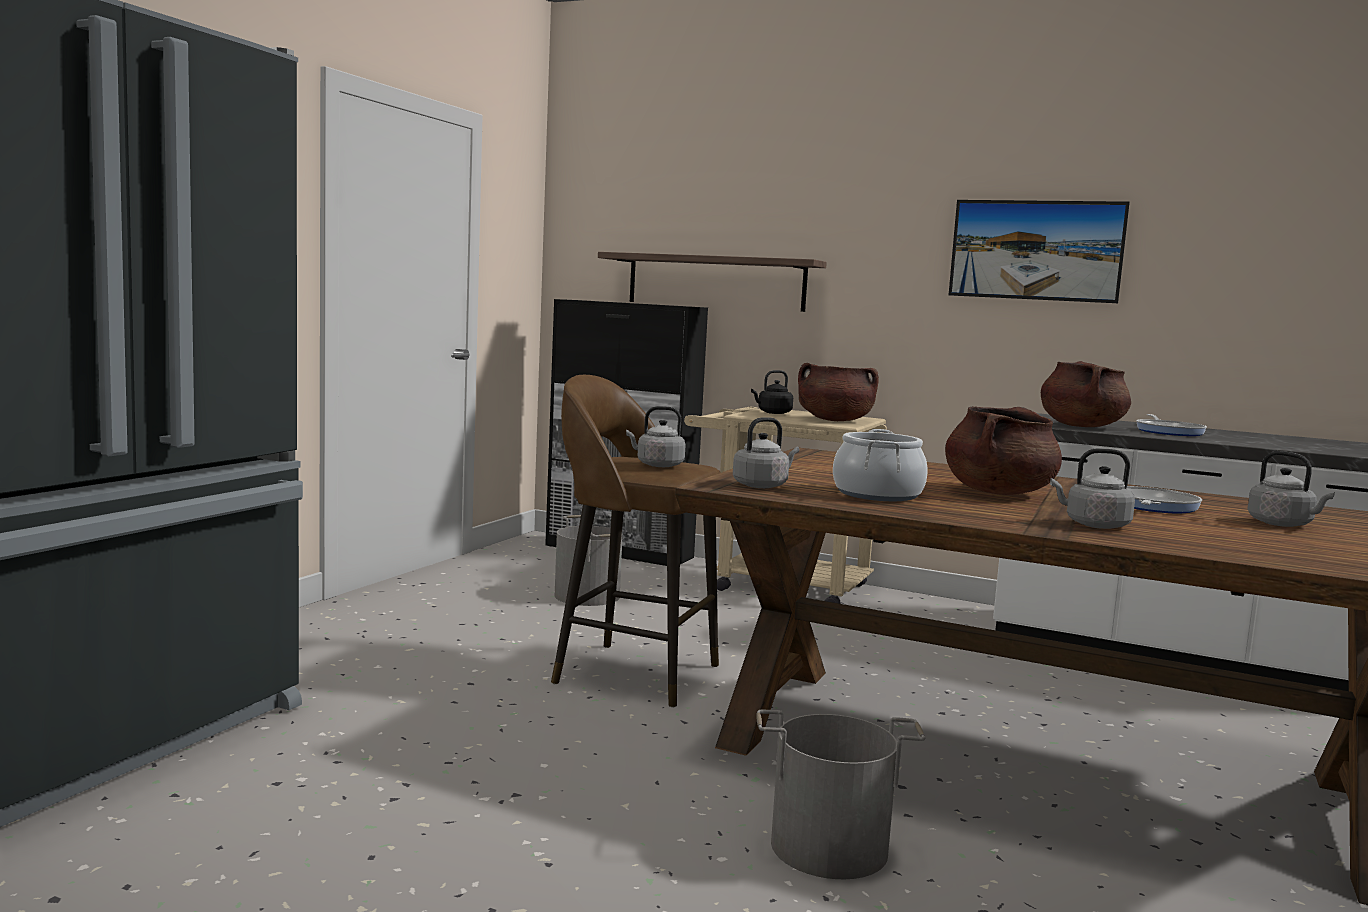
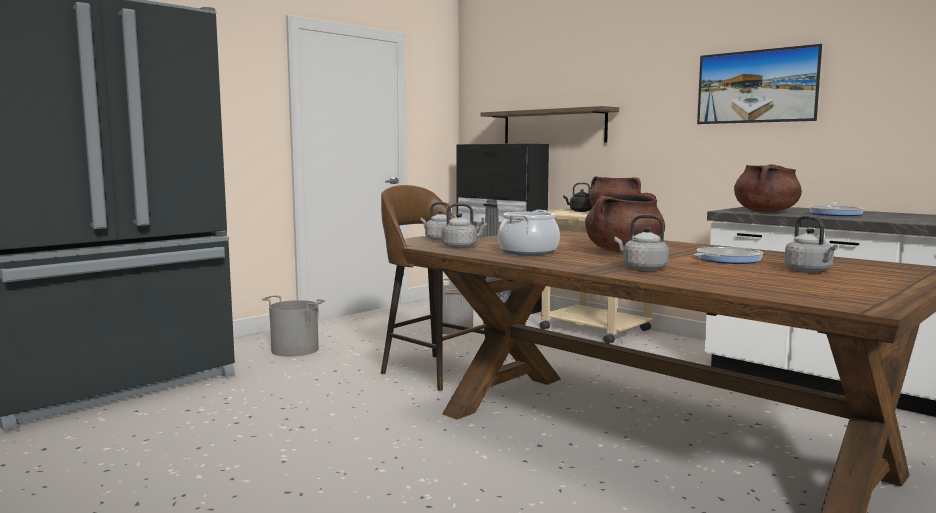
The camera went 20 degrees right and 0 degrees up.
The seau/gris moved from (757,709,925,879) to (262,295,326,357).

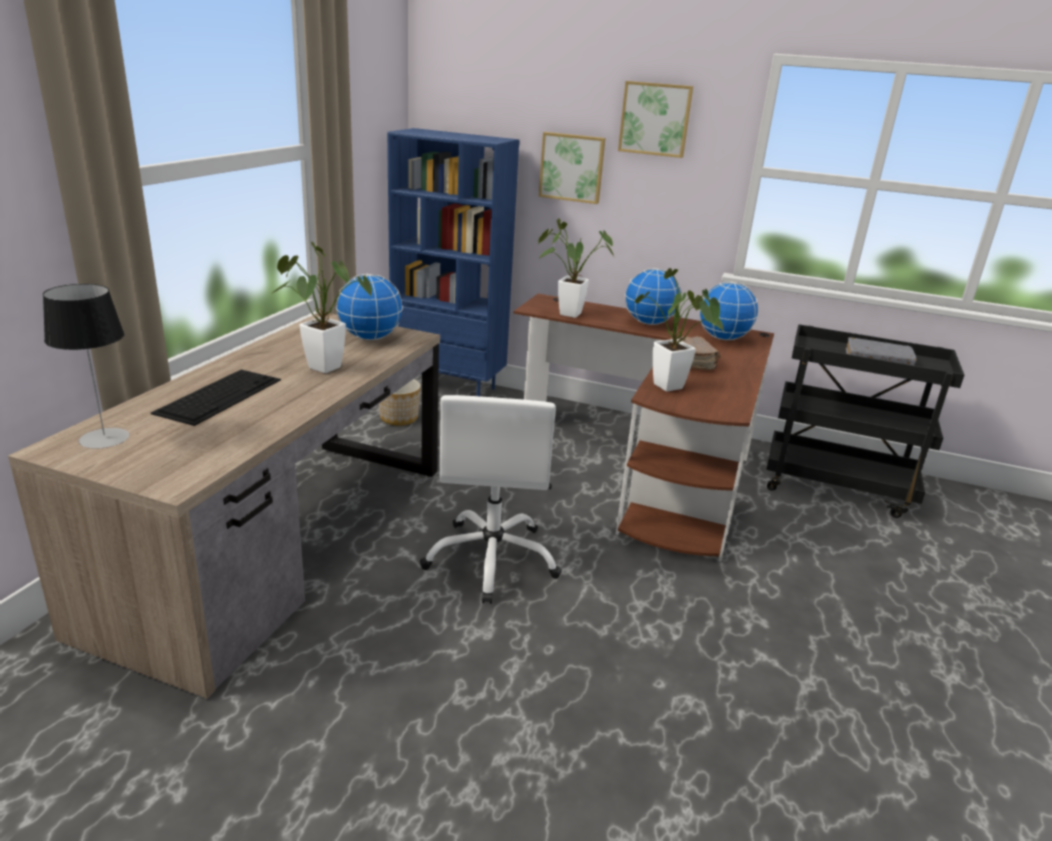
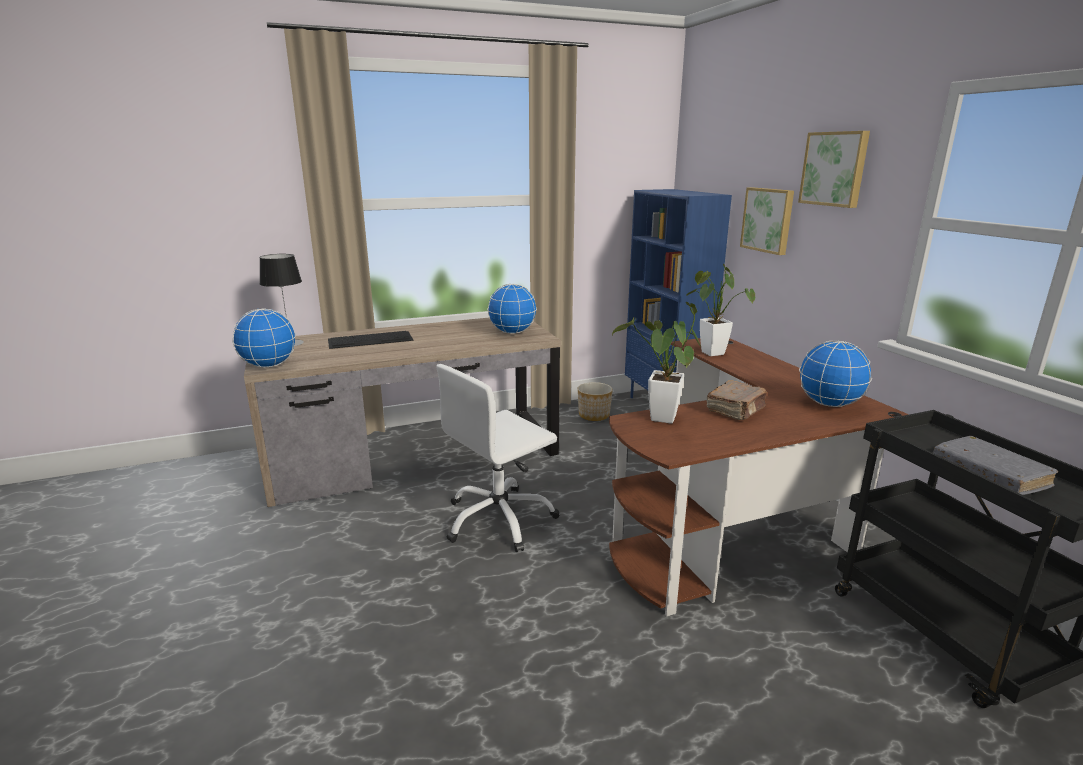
The camera went 50 degrees right and 5 degrees down.
The plante en pot at (272,242,372,373) disappeared.
The globe moved from (625,268,681,325) to (232,308,296,368).

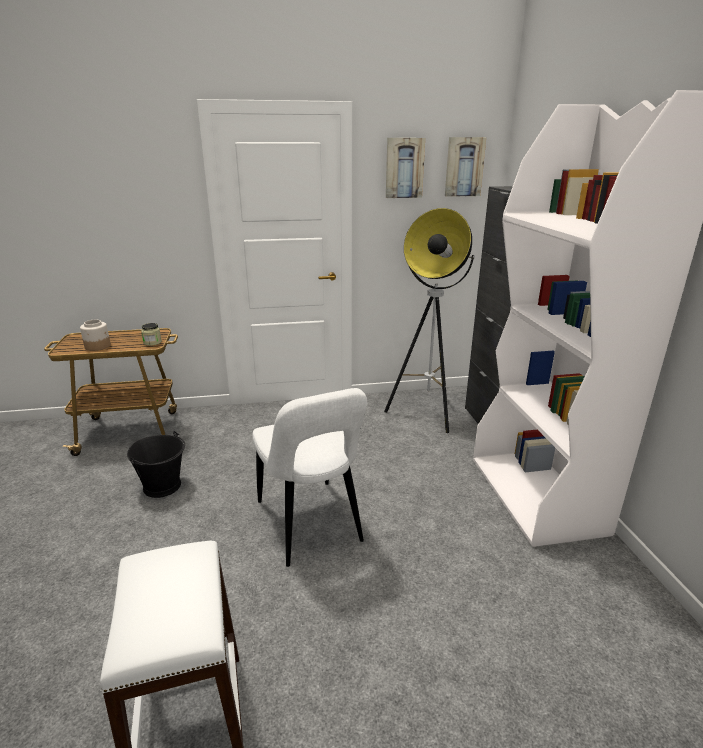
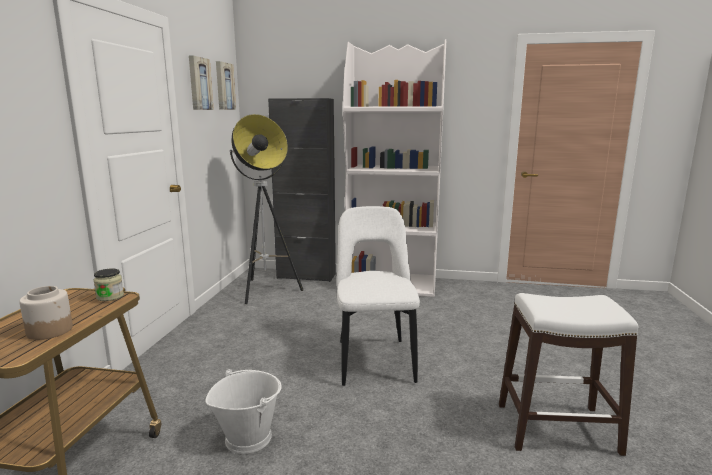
The camera went 70 degrees left and 10 degrees down.
The chaise/blanc at (252,388,367,567) turned 90 degrees counterclockwise.
The seau/noir at (127,431,185,498) became the seau/blanc at (205,369,281,454).

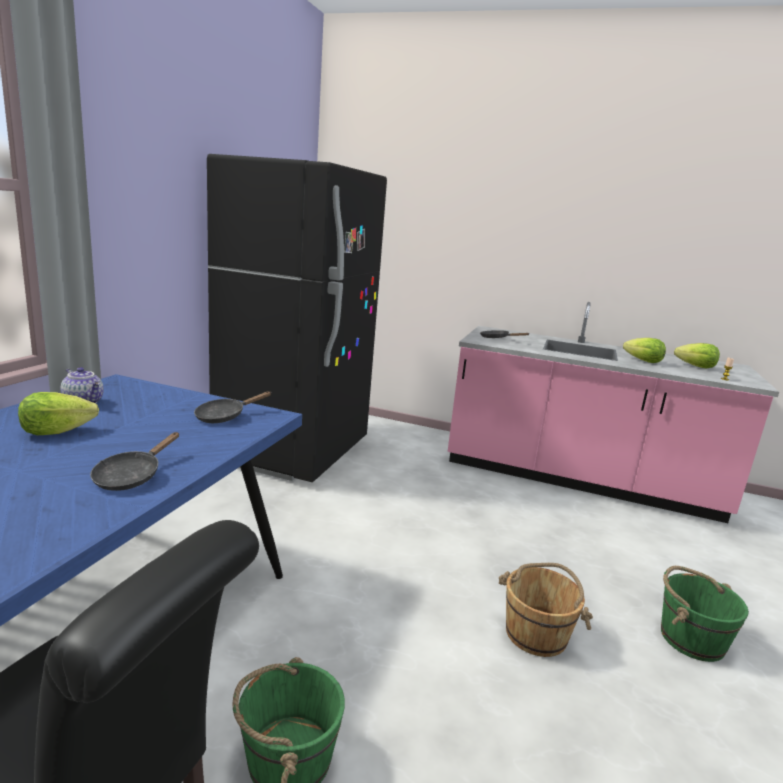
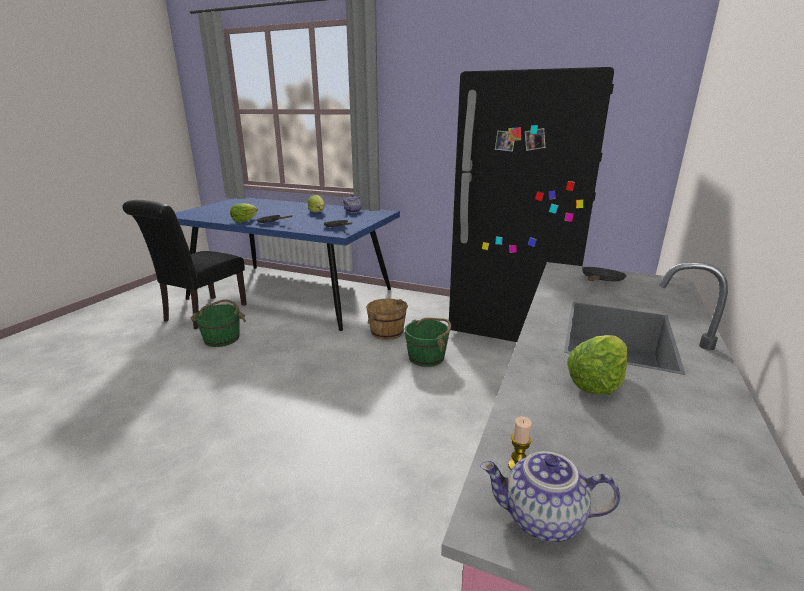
The camera went 95 degrees right and 5 degrees up.
The laitue moved from (674,343,720,368) to (230,203,258,223).
The seau/marron moved from (498,563,593,657) to (367,299,408,340).
The seau/vert moved from (661,566,749,662) to (404,318,451,367).
The théière at (480,451,620,542) appeared.

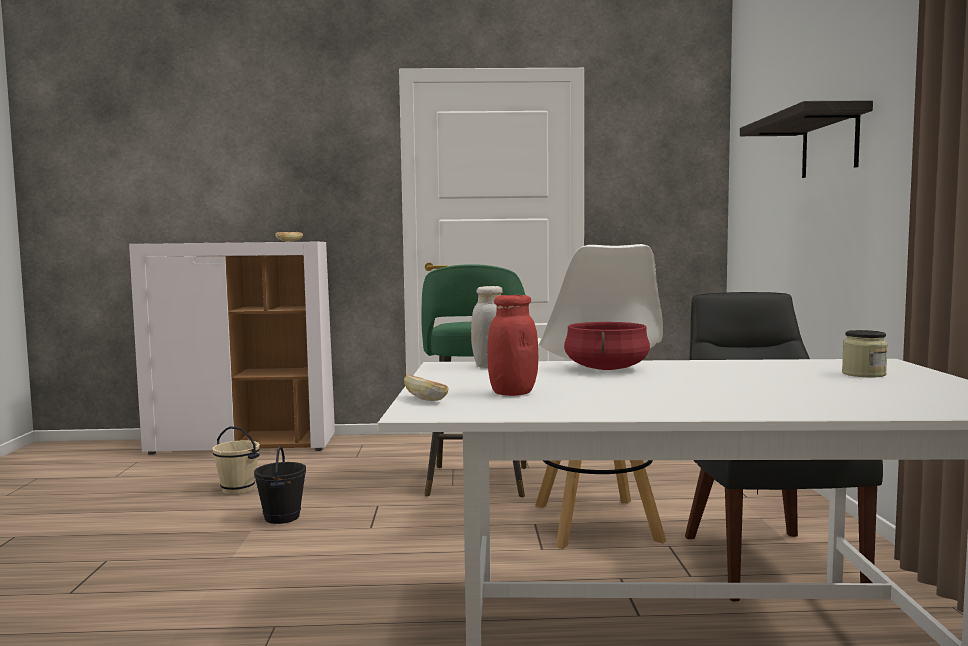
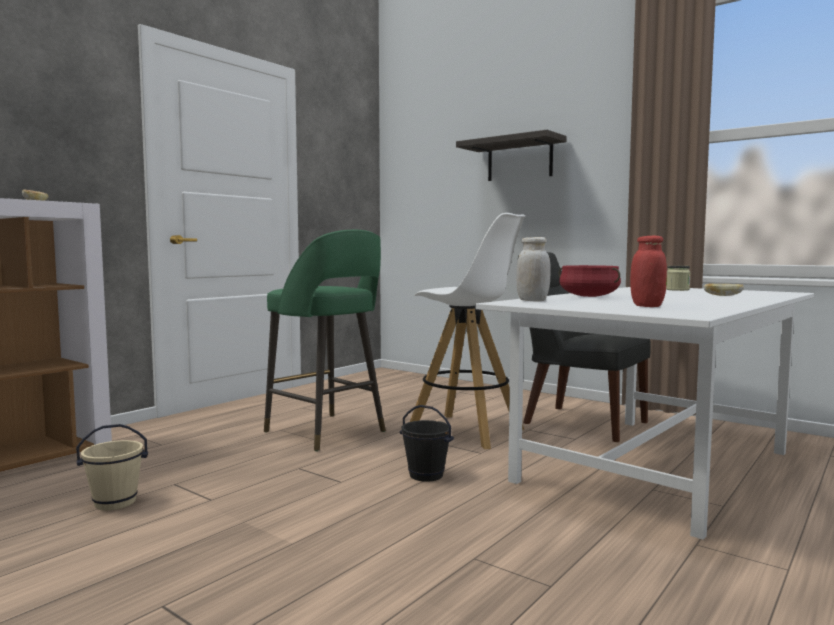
The camera went 50 degrees left and 0 degrees up.
The pain moved from (404,375,449,401) to (703,283,744,296).
The seau/noir moved from (254,446,306,524) to (400,405,454,482).

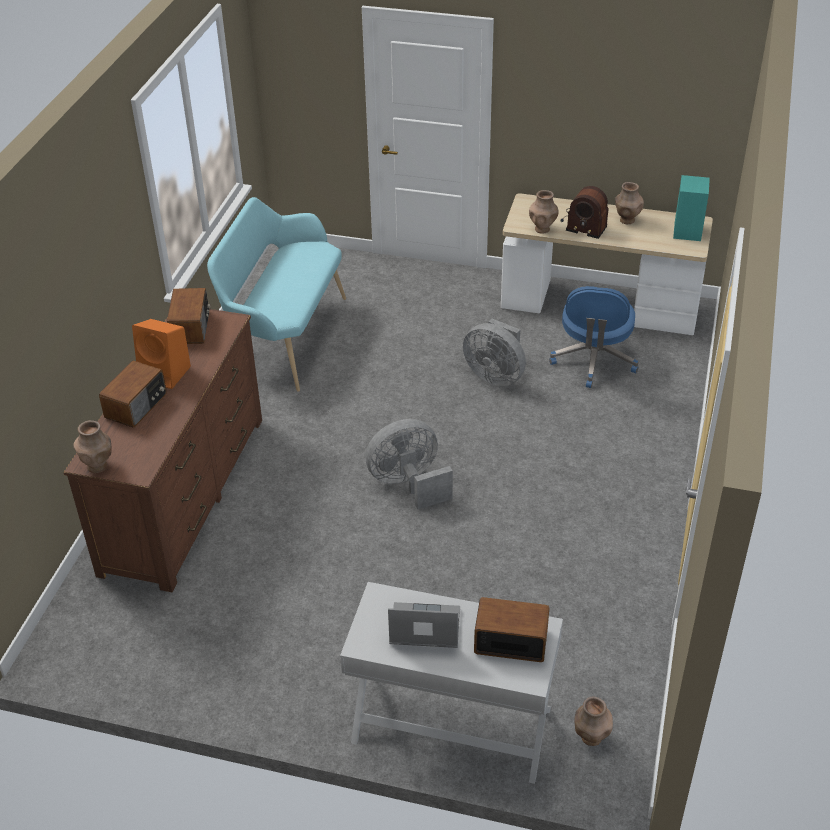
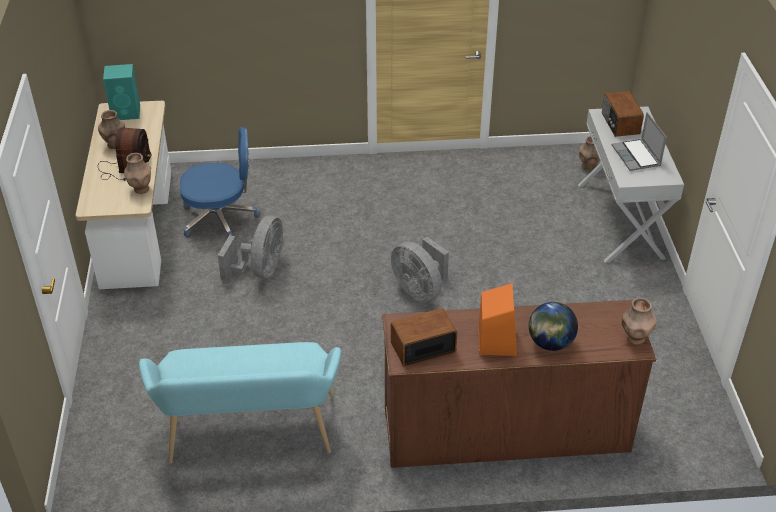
The camera went 110 degrees left and 0 degrees up.
The radio at (99,360,167,428) was replaced by the globe at (529,302,578,351).

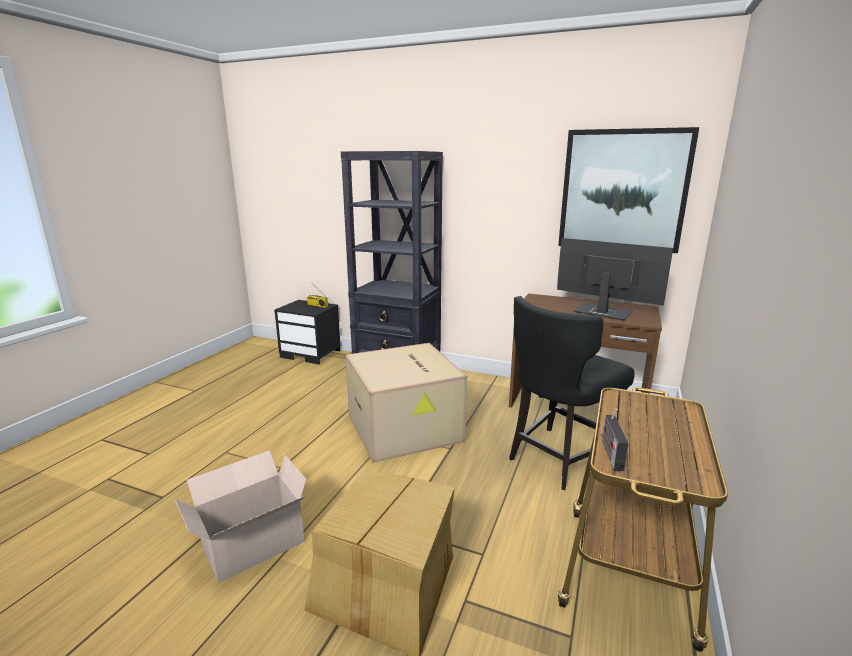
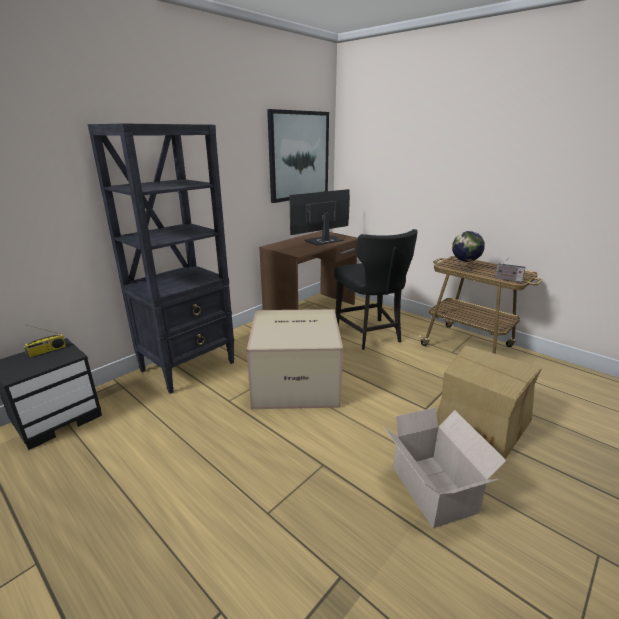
The camera went 70 degrees left and 5 degrees up.
The globe at (452,231,485,271) appeared.

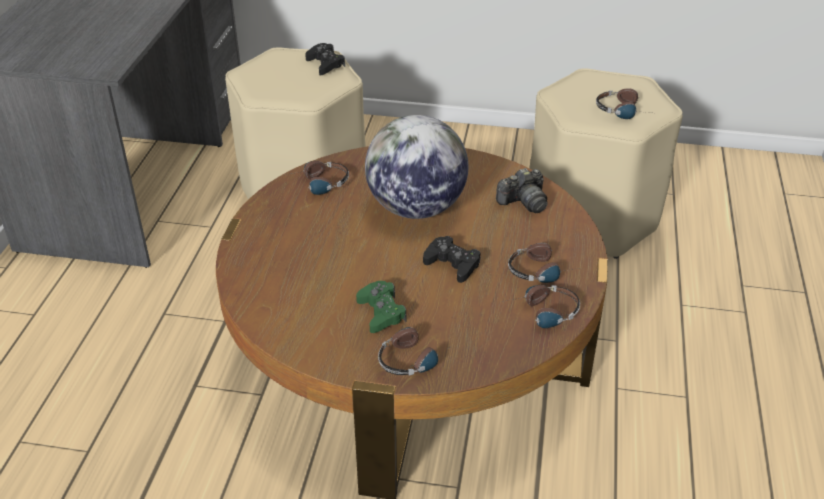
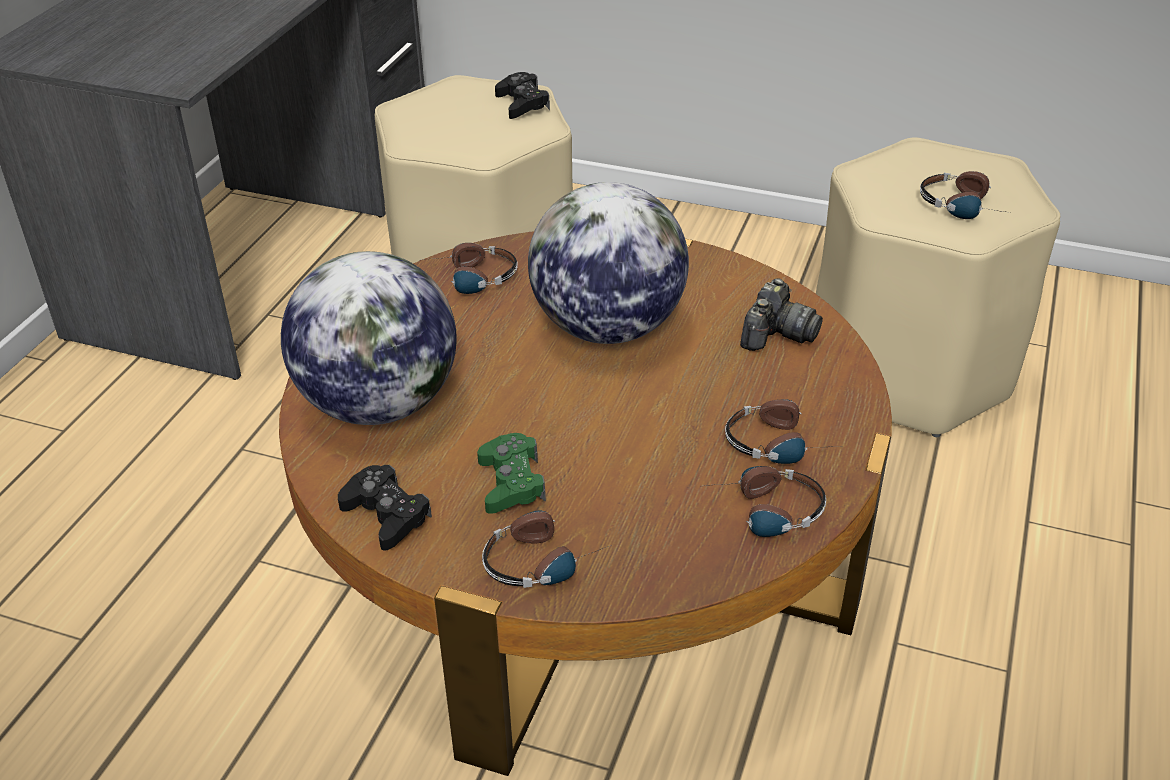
The camera went 10 degrees right and 0 degrees up.
The appareil photo at (496,168,547,213) turned 45 degrees counterclockwise.
The manette/noir moved from (423,236,481,283) to (338,465,432,551).
The globe at (281,251,457,425) appeared.

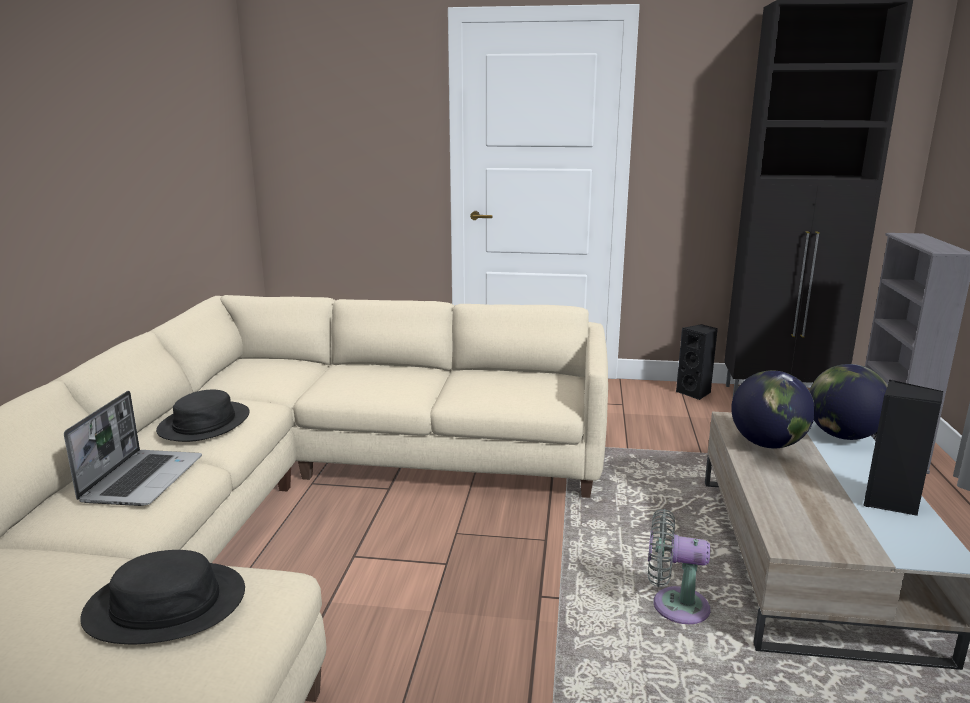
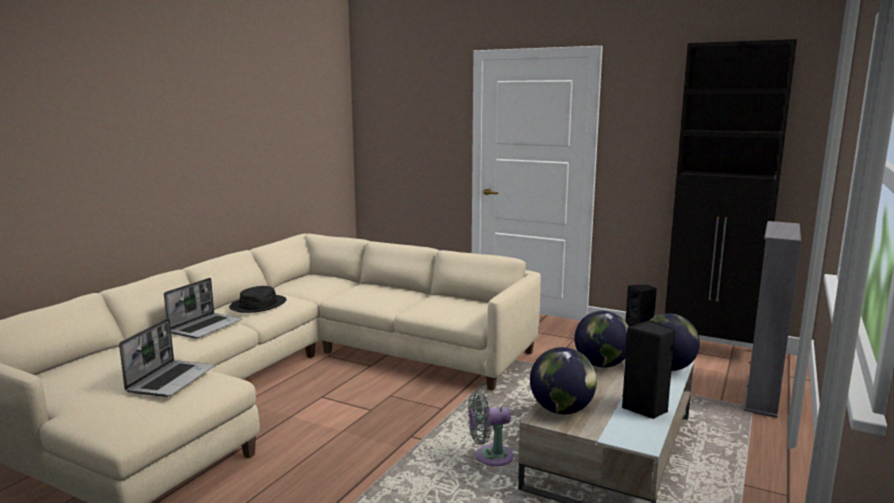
The camera went 20 degrees right and 5 degrees down.
The ventilateur/gris at (648,509,711,624) turned 45 degrees counterclockwise.
The chapeau/noir at (80,550,245,644) was replaced by the ordinateur portable at (119,318,215,397).
The globe at (530,347,597,414) appeared.

